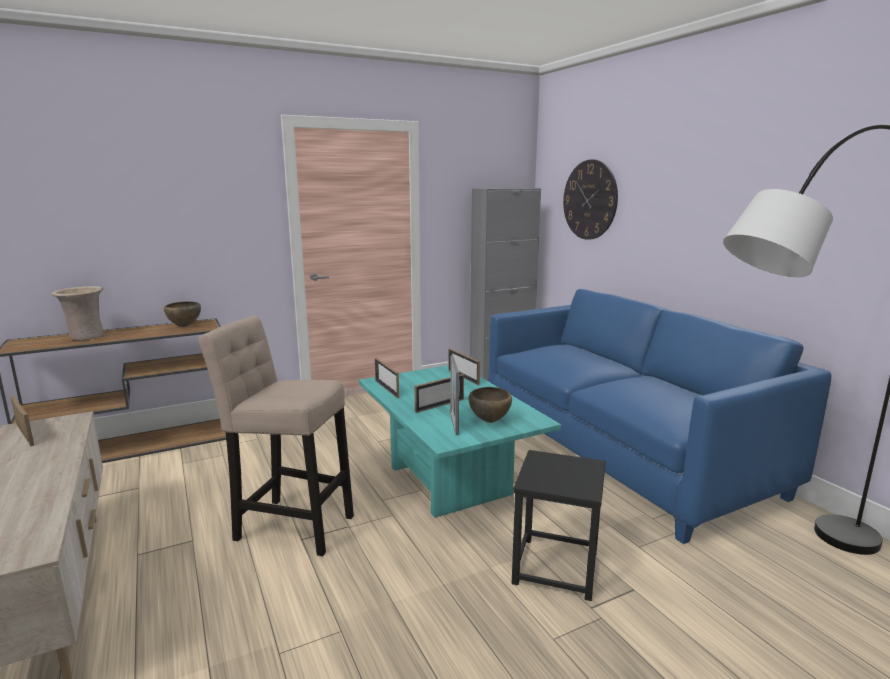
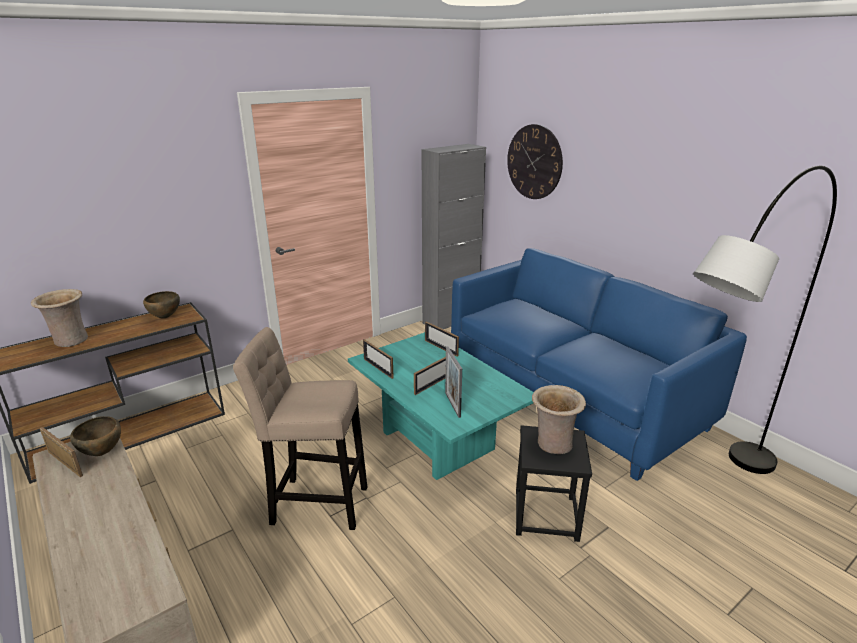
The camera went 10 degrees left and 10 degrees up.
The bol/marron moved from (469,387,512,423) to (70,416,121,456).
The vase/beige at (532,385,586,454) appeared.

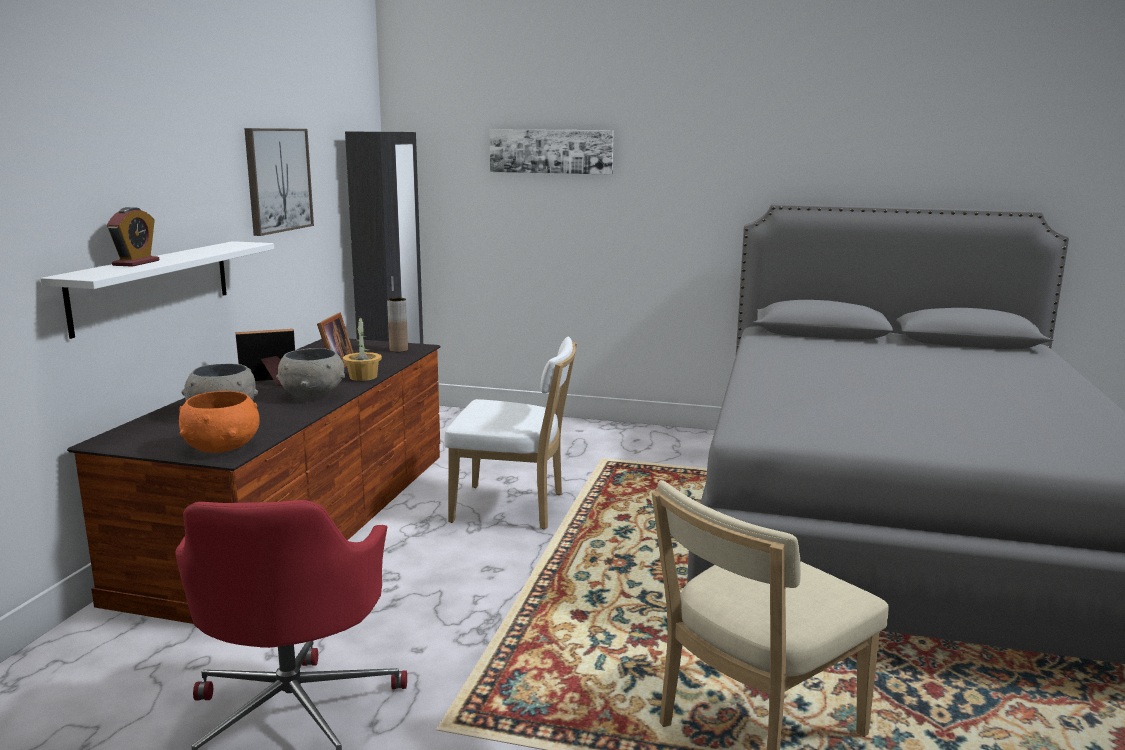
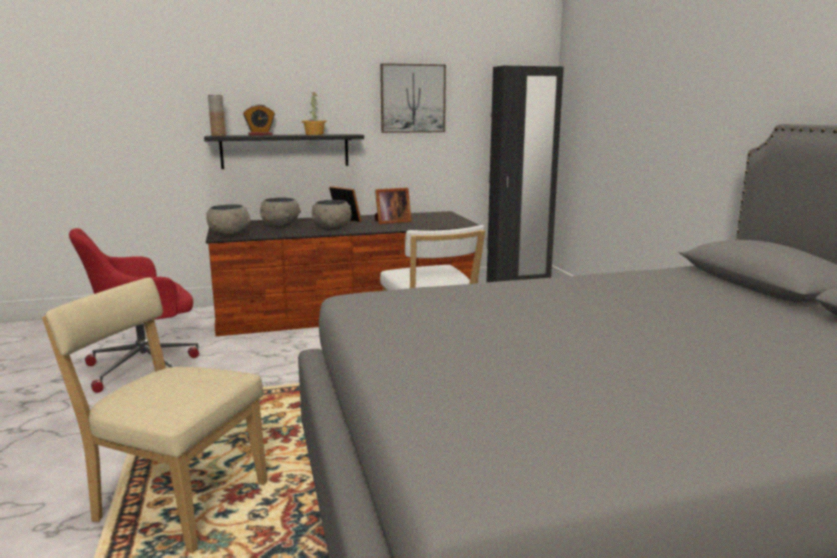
The camera went 60 degrees right and 0 degrees up.
The tableau at (490,129,614,175) disappeared.
The étagère/blanc at (40,241,274,339) became the étagère/noir at (204,134,364,169).
The vase/marron moved from (387,298,408,352) to (208,95,226,136).
The plante en pot moved from (343,317,382,381) to (302,92,326,135).
The bol/orange at (179,391,260,453) became the bol/gris at (206,204,251,236).

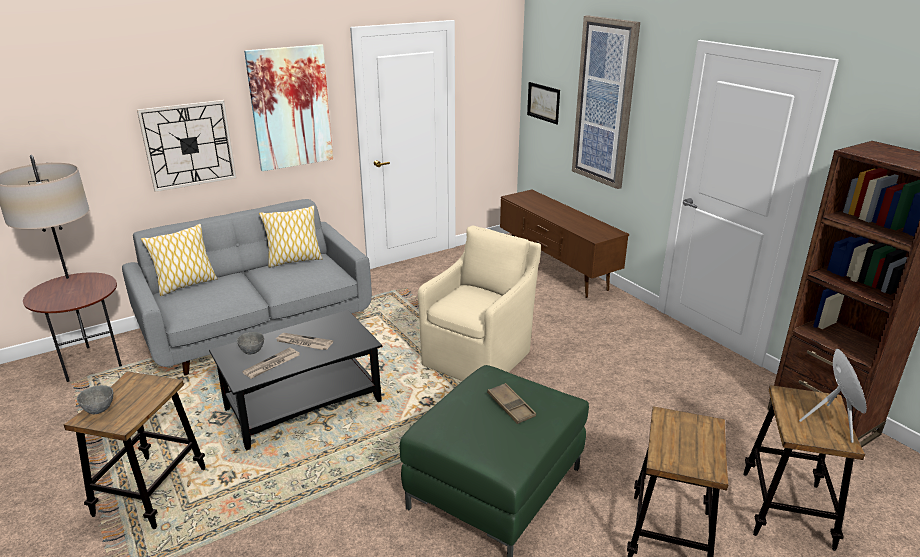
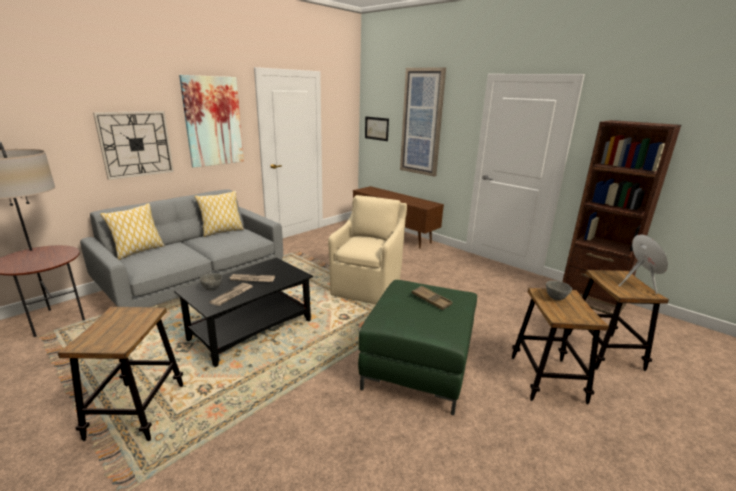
The camera went 15 degrees left and 5 degrees down.
The bol/gris moved from (77,385,113,414) to (546,281,572,300).

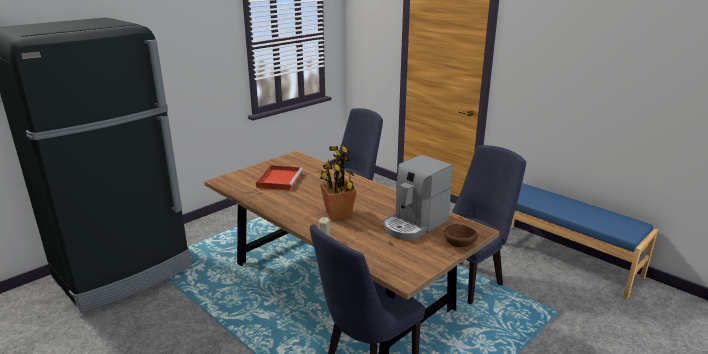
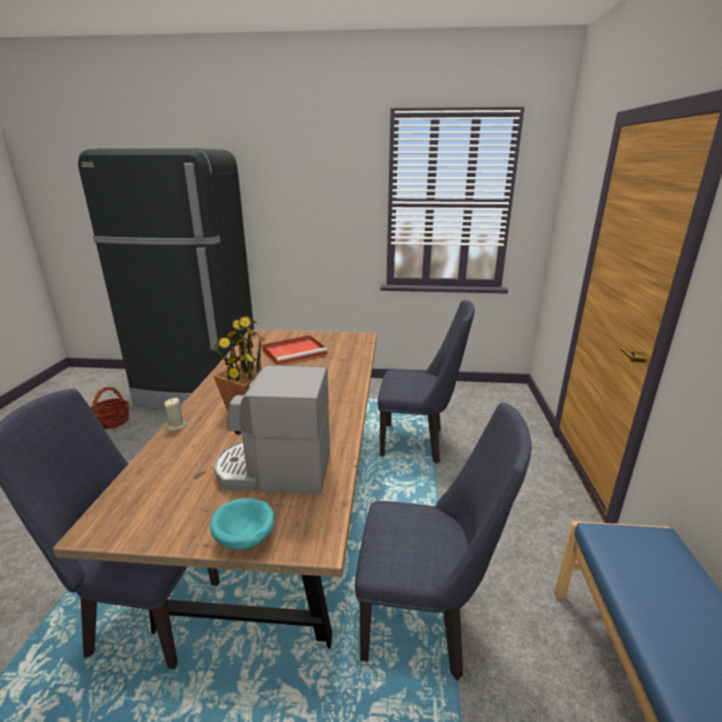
The camera went 50 degrees right and 0 degrees up.
The bol/marron at (444,224,478,247) became the bol/turquoise at (210,498,275,550).
The panier at (90,387,130,430) appeared.

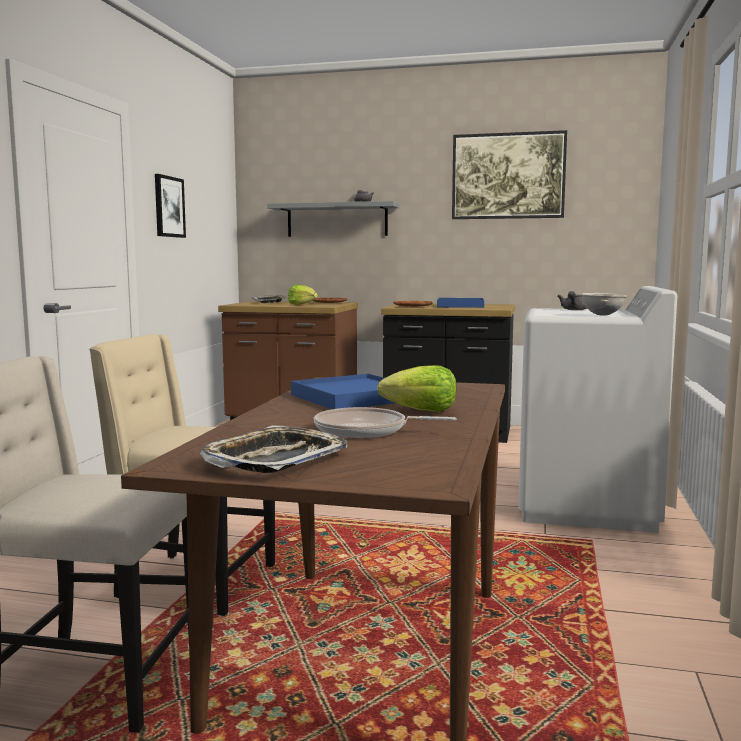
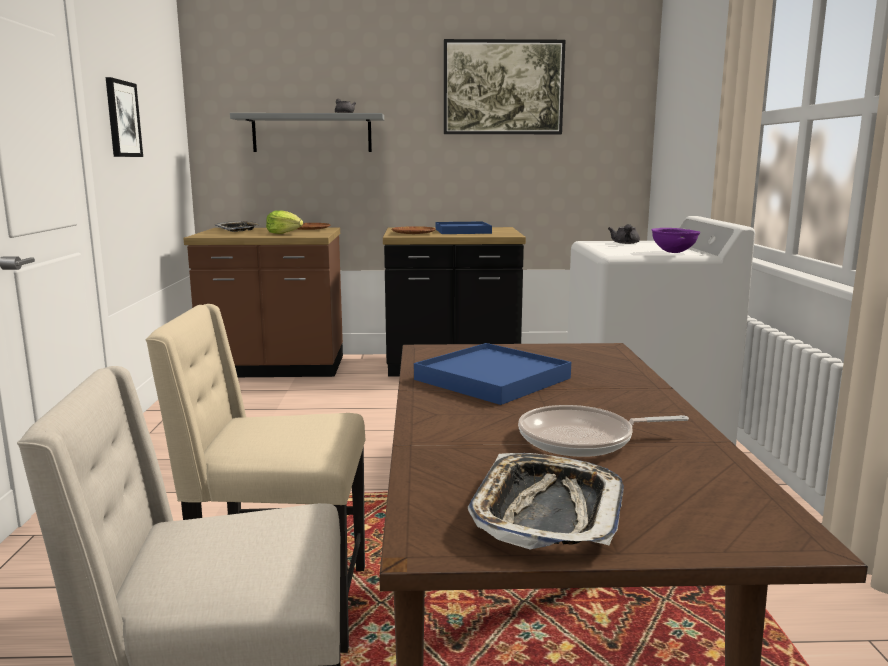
The camera went 15 degrees left and 5 degrees up.
The bol/gris at (581,293,627,316) became the bol/violet at (651,228,700,253).
The laitue at (377,365,456,412) disappeared.

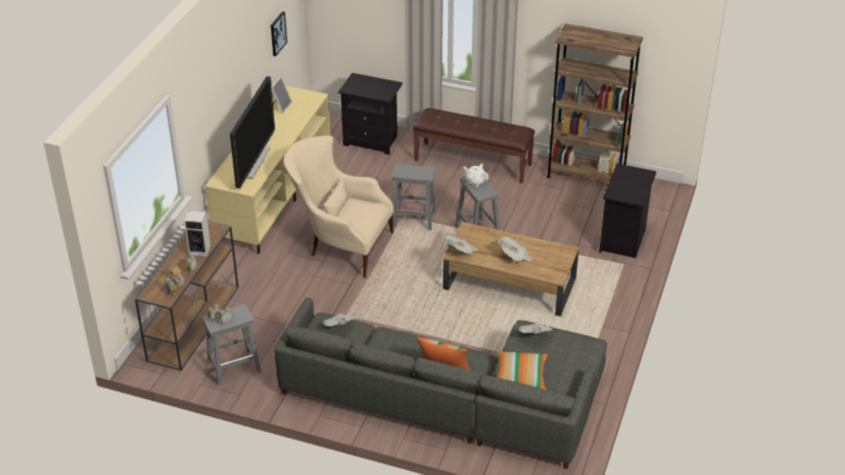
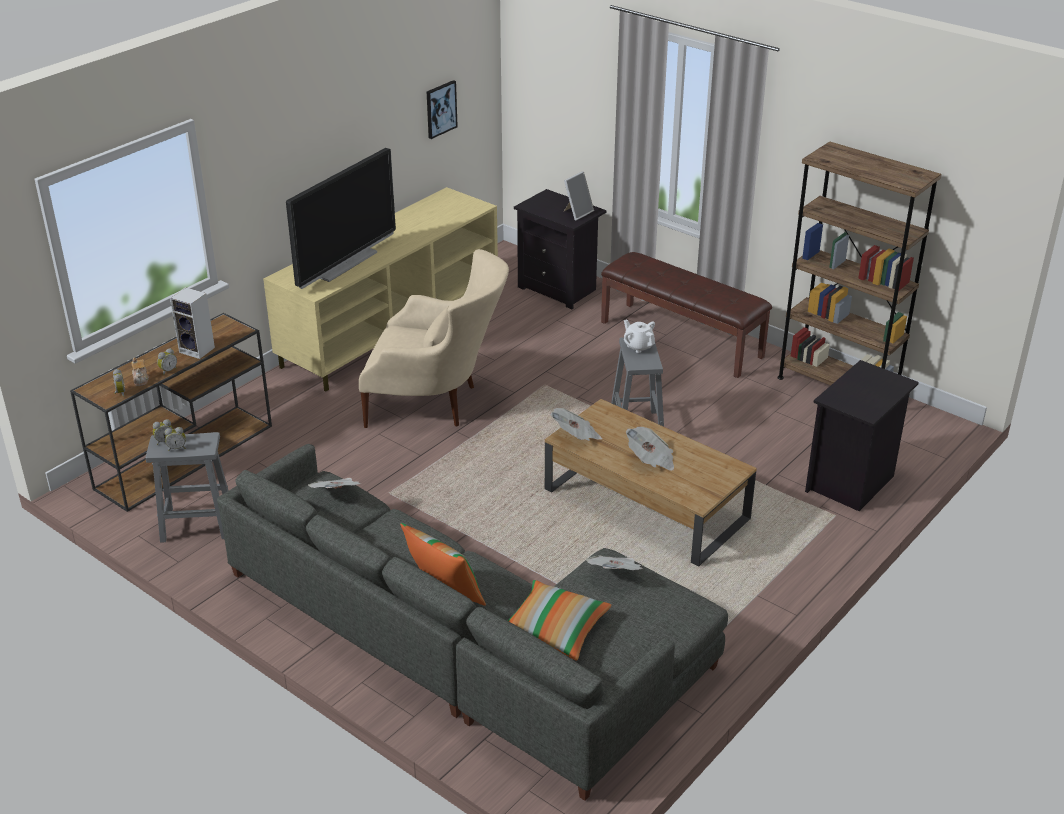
The camera went 20 degrees right and 5 degrees down.
The cadre photo moved from (271,77,292,113) to (564,171,594,220).
The fauteuil/beige at (283,136,394,278) turned 150 degrees clockwise.
The tabouret/gris at (392,164,436,230) disappeared.

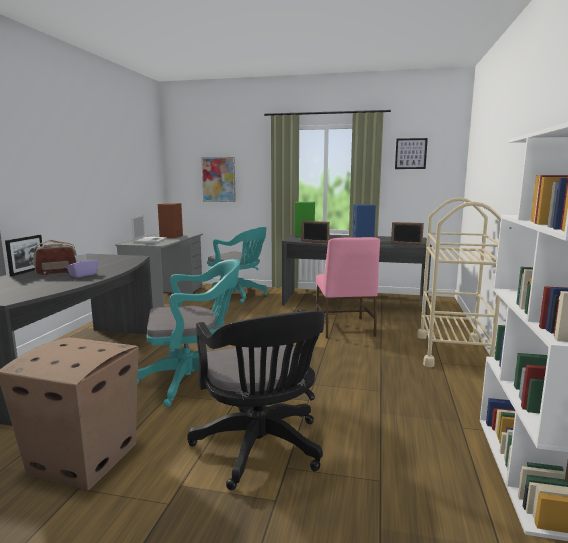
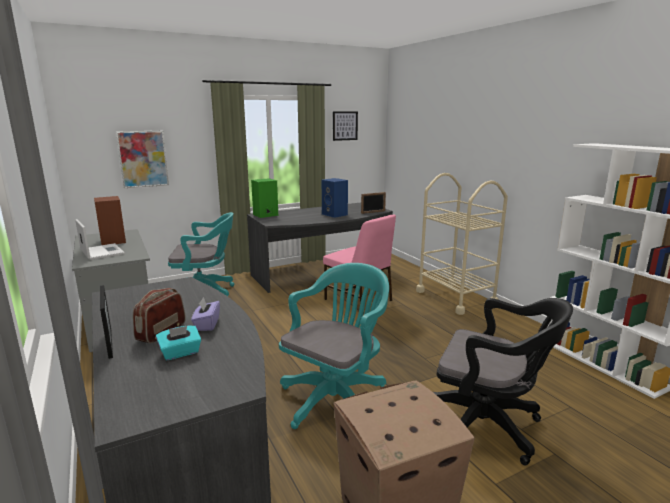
The camera went 40 degrees left and 5 degrees up.
The cadre photo at (301,221,330,243) disappeared.
The boîte à mouchoirs/turquoise at (156,325,201,361) appeared.

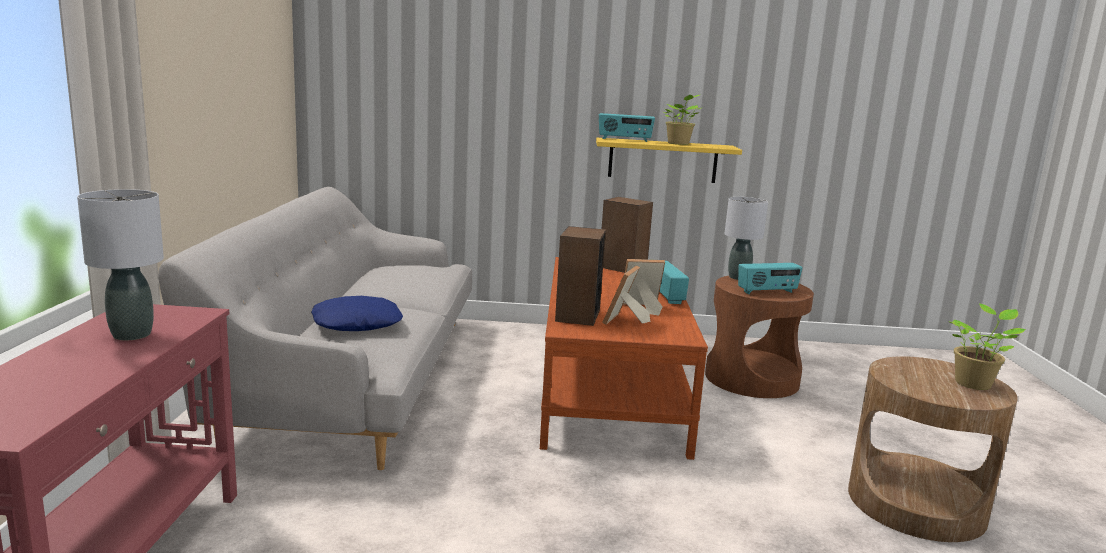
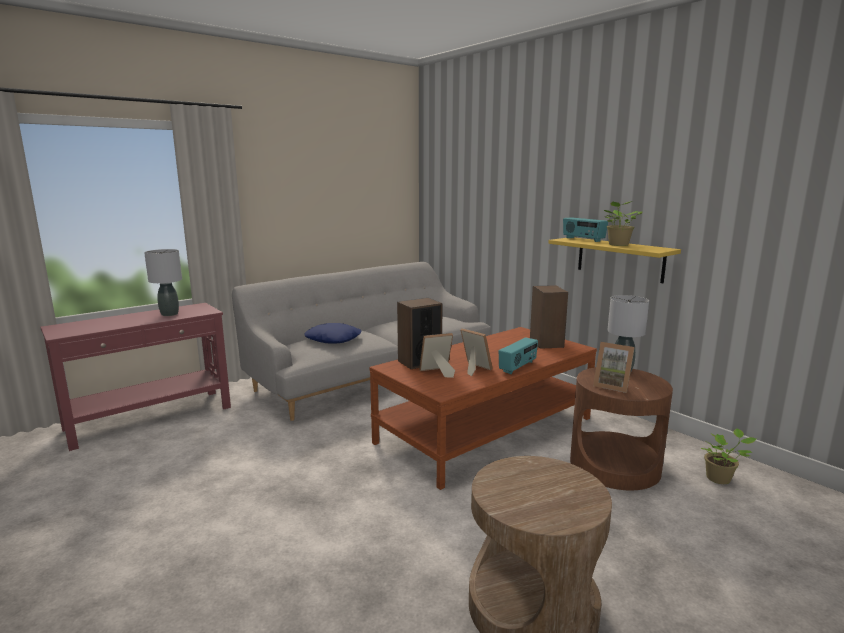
The camera went 50 degrees right and 0 degrees up.
The radio at (738,263,803,294) was replaced by the cadre photo at (593,342,635,393).
The plante en pot moved from (948,303,1026,390) to (701,428,756,484).

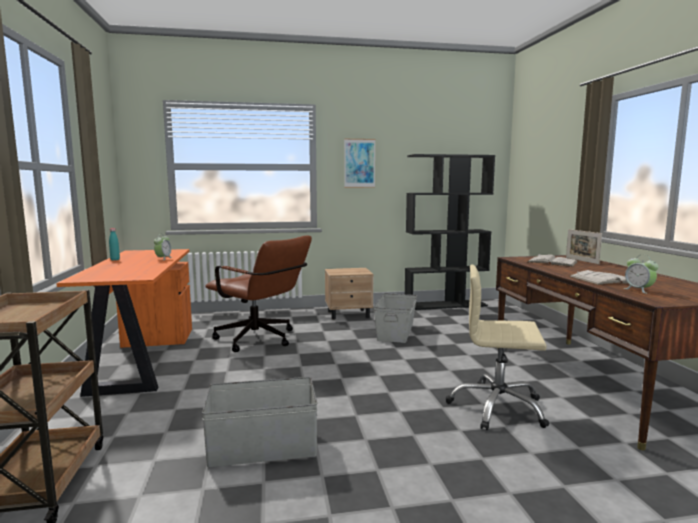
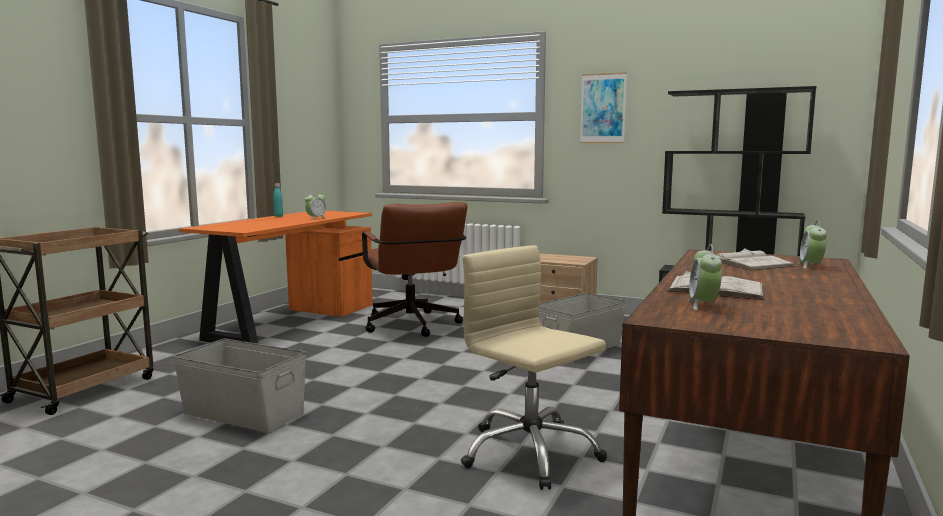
The camera went 35 degrees right and 0 degrees up.
The cadre photo at (566,229,602,264) was replaced by the réveil at (798,220,827,269).

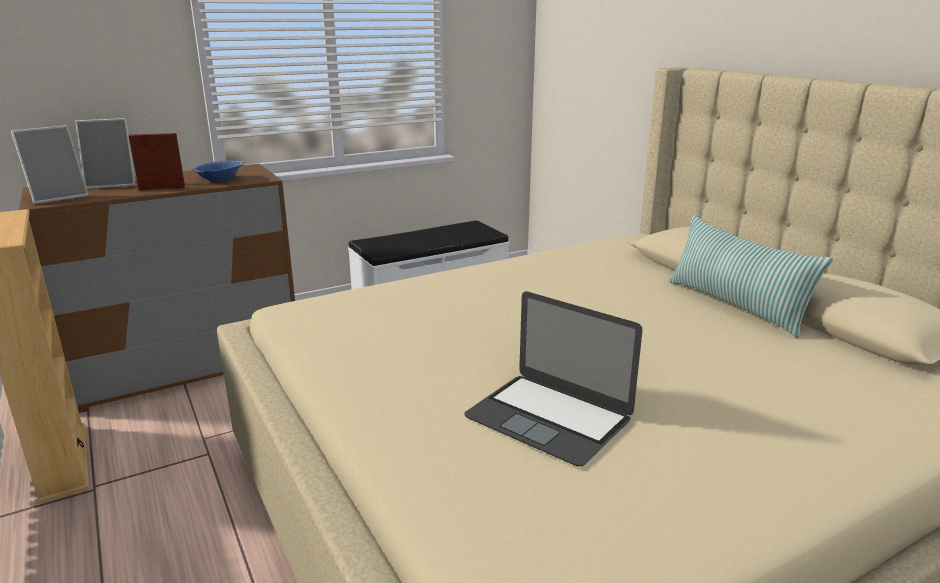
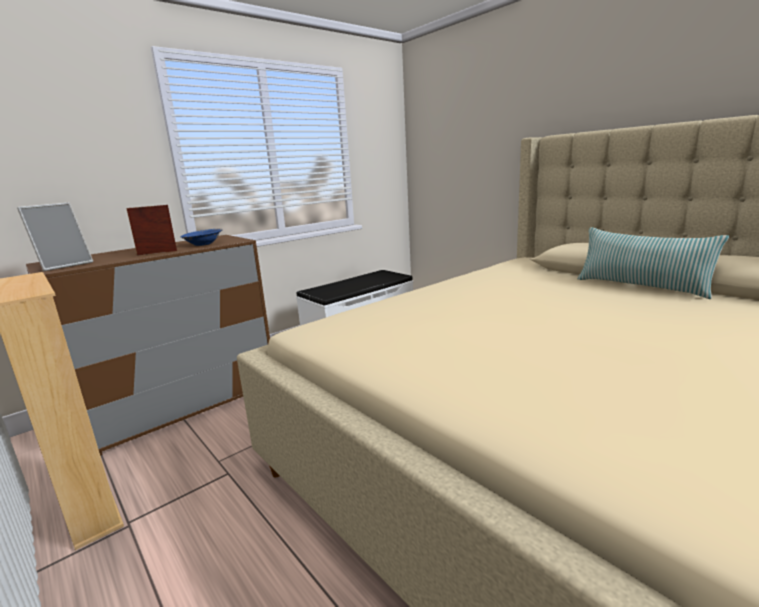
The camera went 10 degrees left and 5 degrees down.
The cadre photo at (75,118,135,189) disappeared.
The ordinateur portable at (464,291,642,466) disappeared.

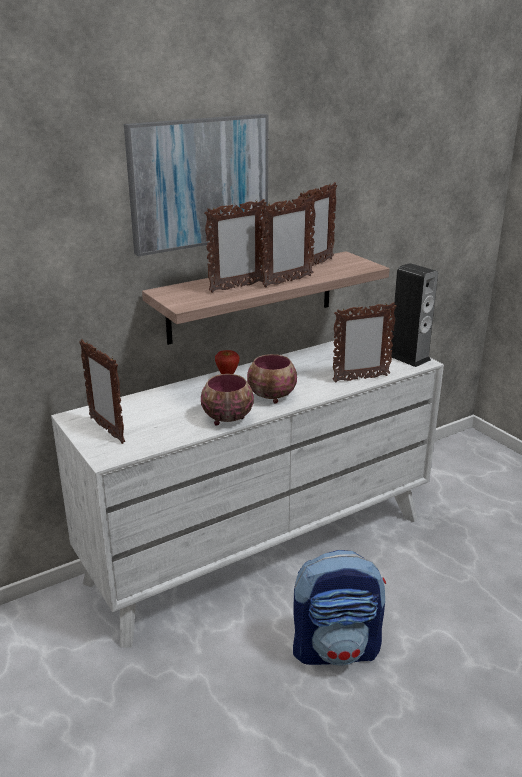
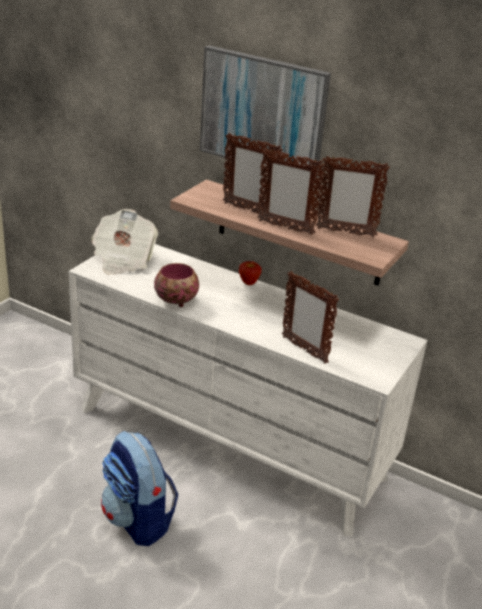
The camera went 60 degrees right and 5 degrees up.
The enceinte at (390,263,438,367) disappeared.
The cadre photo at (79,339,125,444) was replaced by the journal at (91,209,158,275).
The bol at (247,354,297,404) disappeared.

